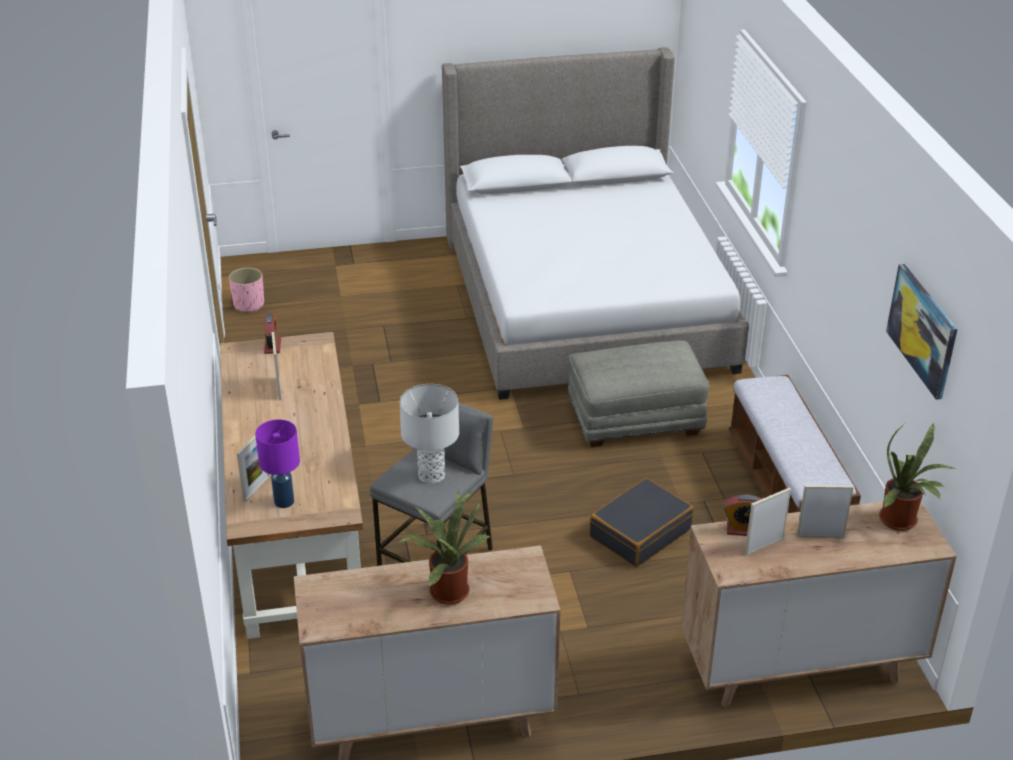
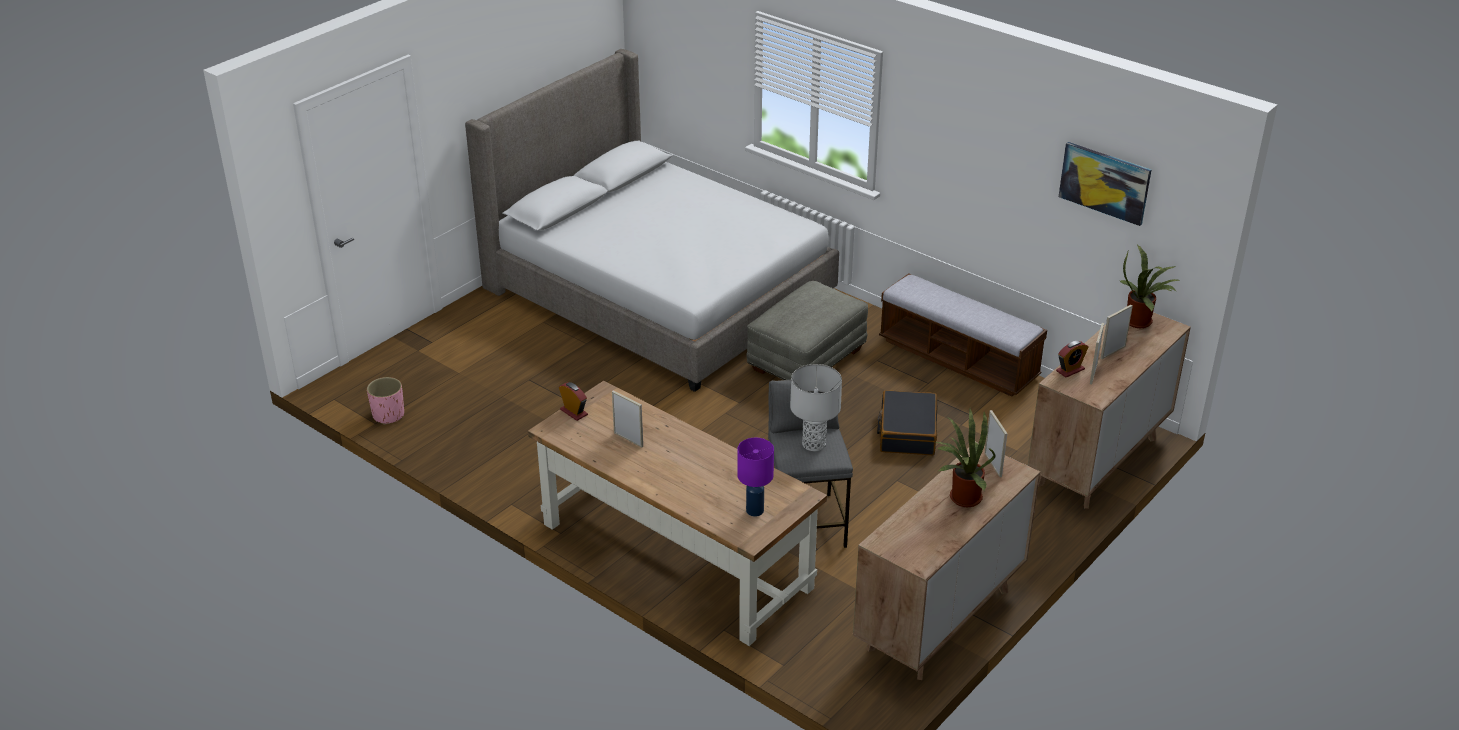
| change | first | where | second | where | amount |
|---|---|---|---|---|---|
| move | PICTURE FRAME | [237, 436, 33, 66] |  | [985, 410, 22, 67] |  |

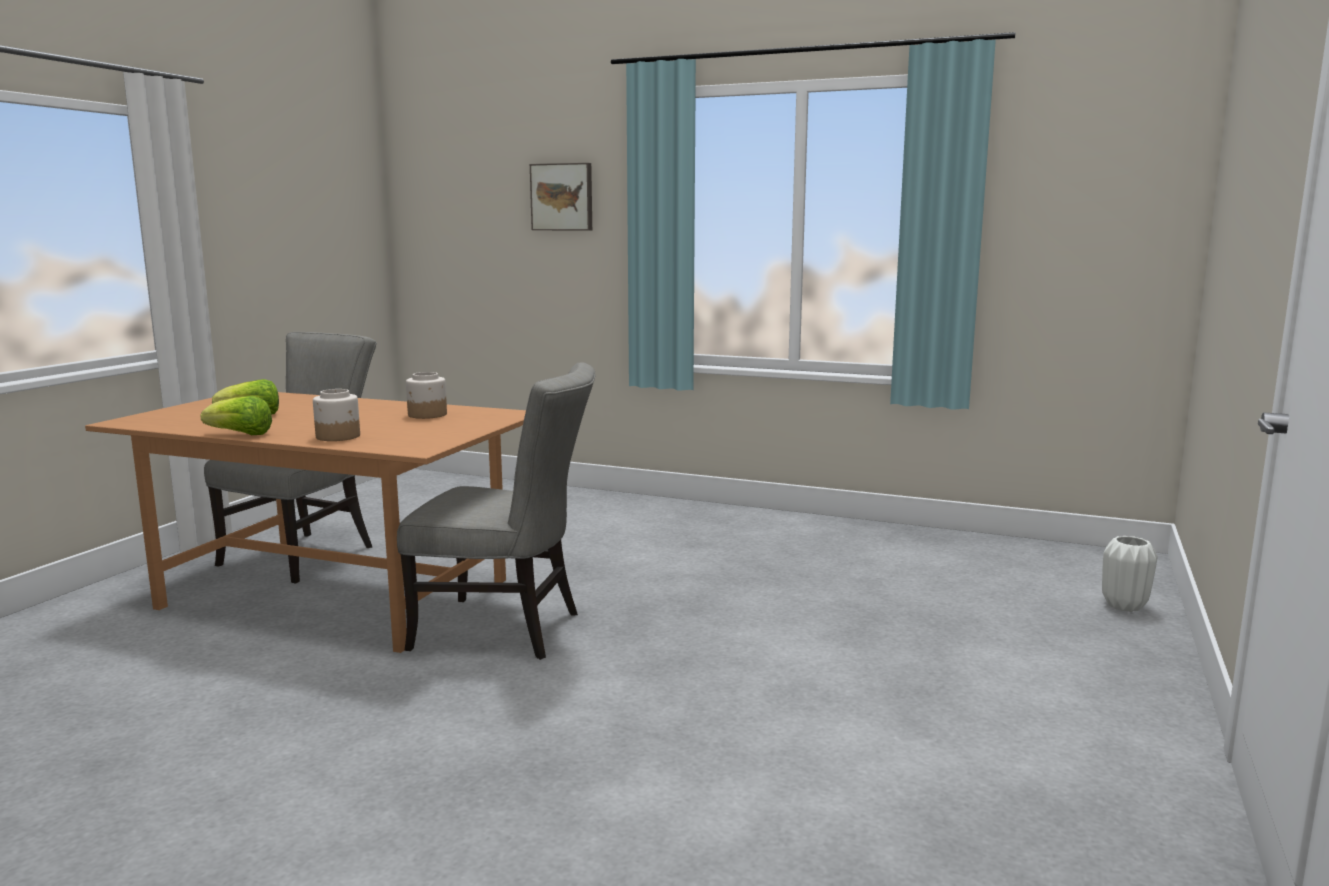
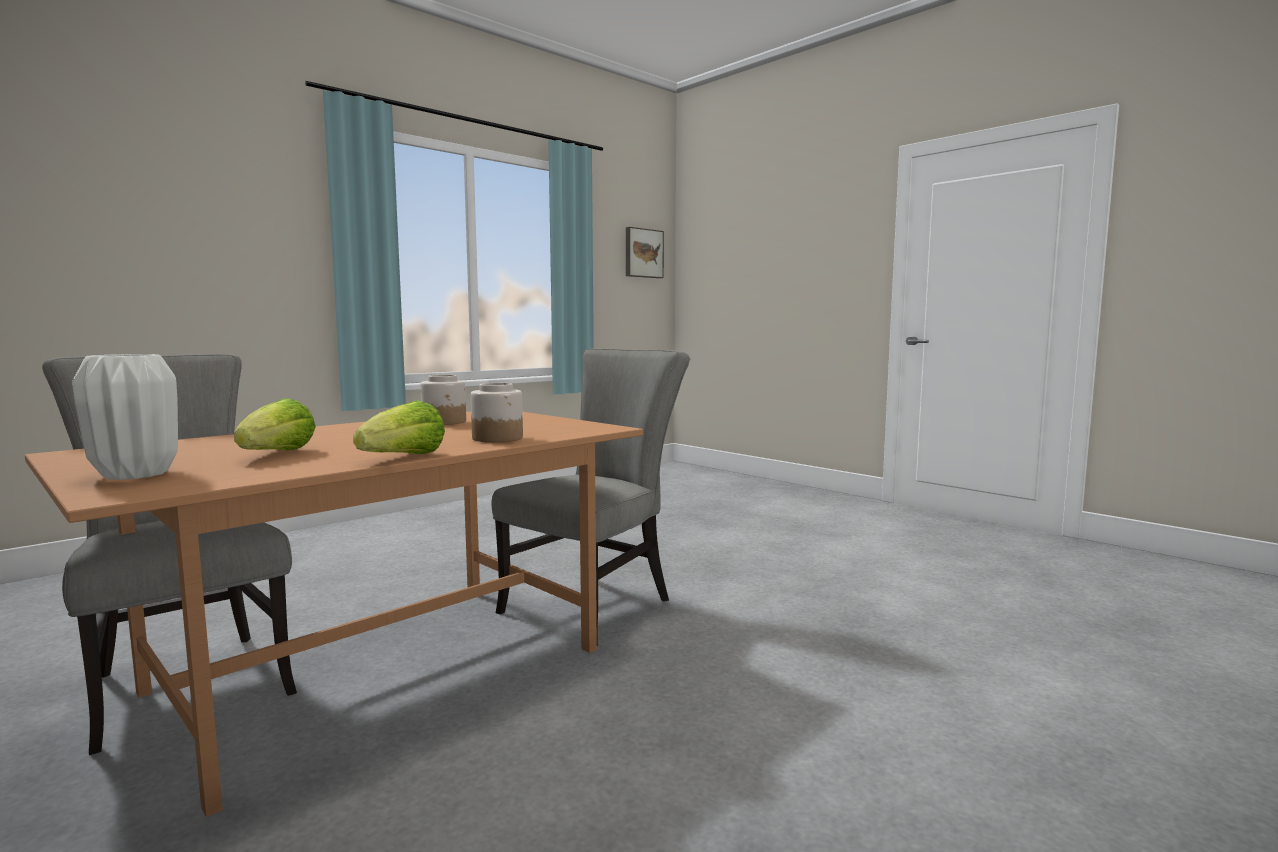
| change | first | where | second | where | amount |
|---|---|---|---|---|---|
| move | PICTURE | [530, 163, 62, 68] |  | [626, 227, 38, 51] |  |
| move | WHITE VASE | [1102, 536, 55, 76] |  | [72, 354, 106, 126] |  |

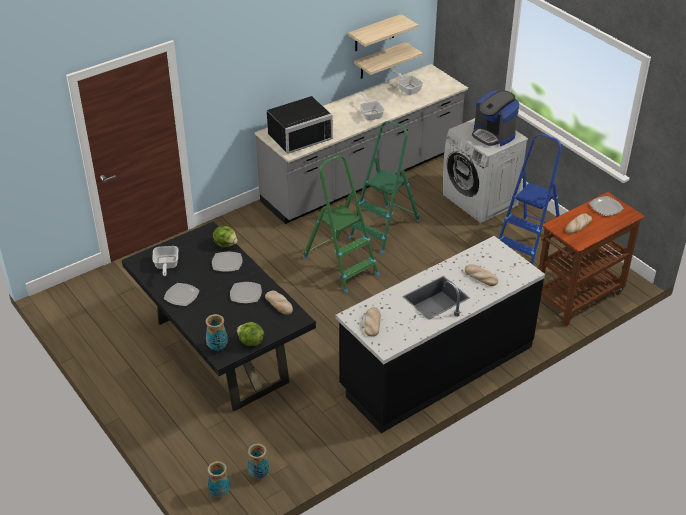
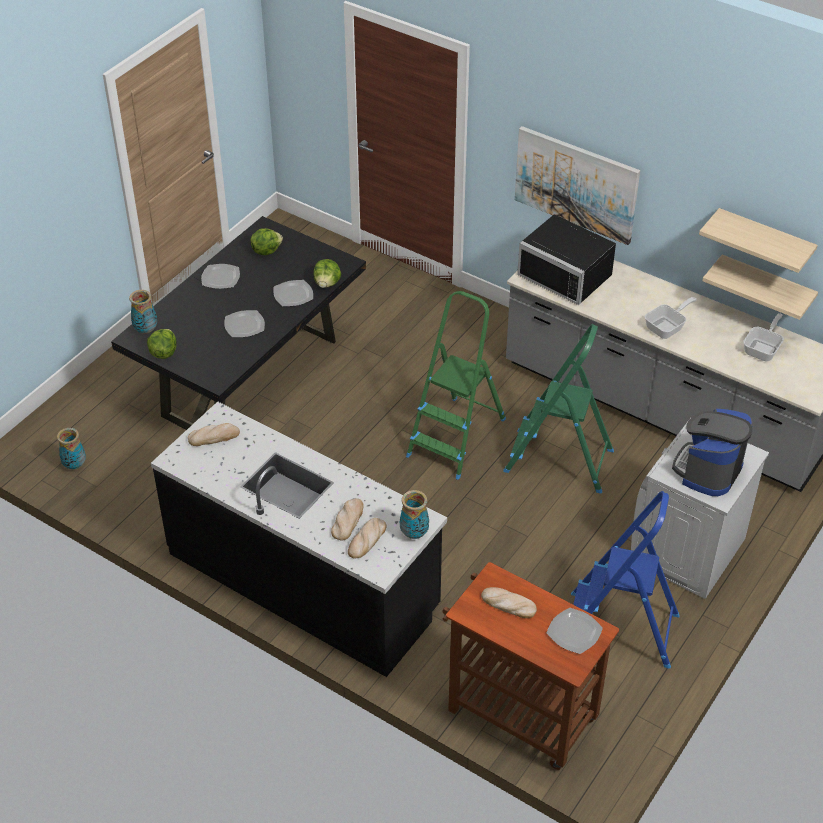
| change | first | where | second | where | amount |
|---|---|---|---|---|---|
| insert |  |  | PICTURE | [515, 126, 125, 119] |  |
| move | VASE | [208, 461, 22, 36] |  | [400, 490, 29, 49] |  |
| move | BREAD | [265, 291, 28, 24] |  | [348, 518, 38, 41] |  |
| replace | FRYING PAN | [152, 246, 26, 30] | LETTUCE | [251, 228, 32, 27] |  |

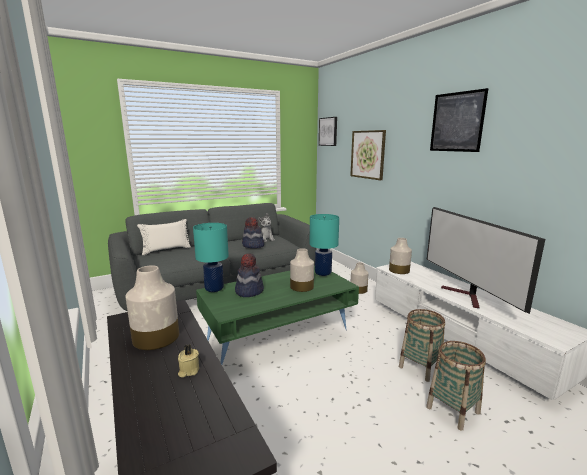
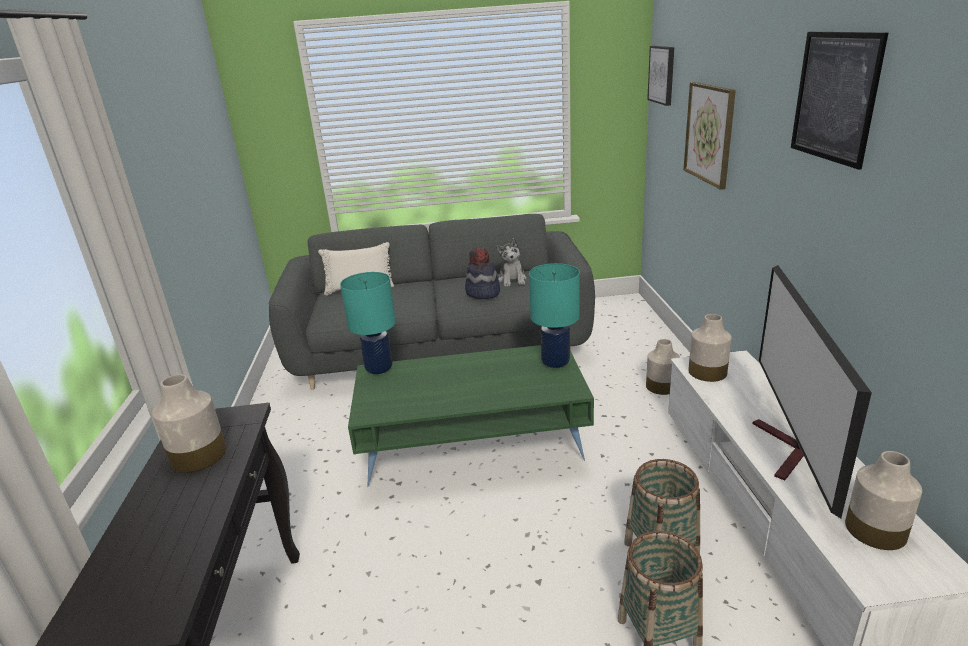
| change | first | where | second | where | amount |
|---|---|---|---|---|---|
| delete | BEIGE CANDLE | [178, 344, 21, 33] |  |  |  |
| delete | HAT | [235, 253, 29, 44] |  |  |  |
| move | BEIGE VASE | [290, 248, 24, 44] |  | [845, 451, 77, 99] |  |

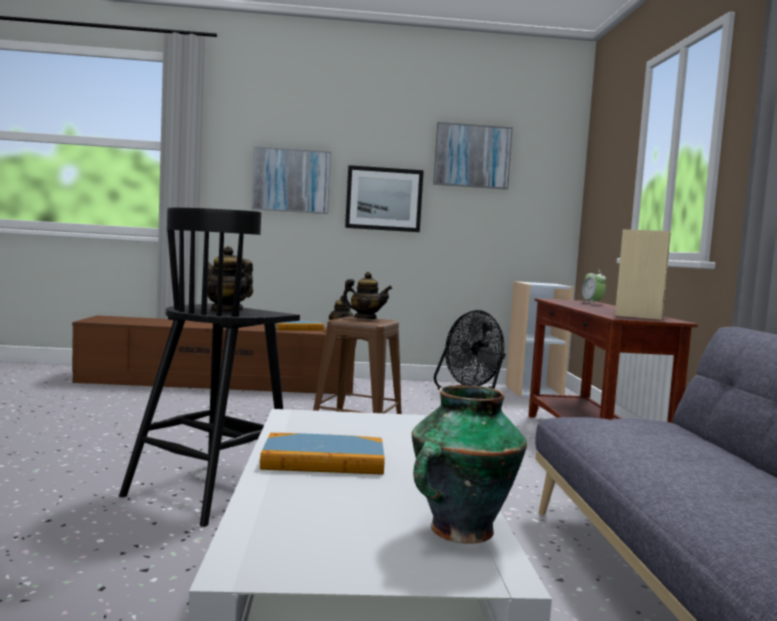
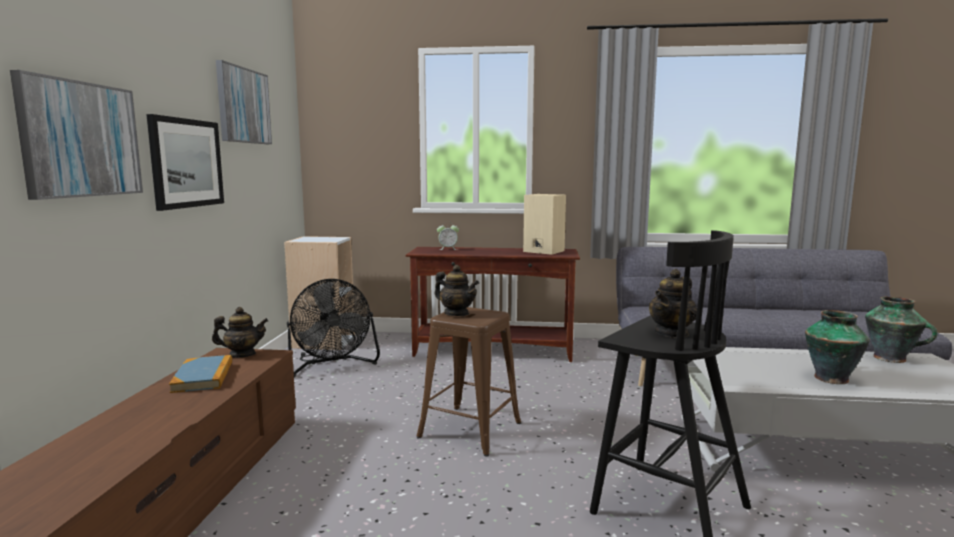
| change | first | where | second | where | amount |
|---|---|---|---|---|---|
| replace | BOOK | [260, 433, 125, 42] | VASE | [805, 310, 65, 74] |  |
| rotate | TEAPOT | [341, 272, 51, 47] |  | [435, 265, 44, 51] | 105 degrees clockwise |

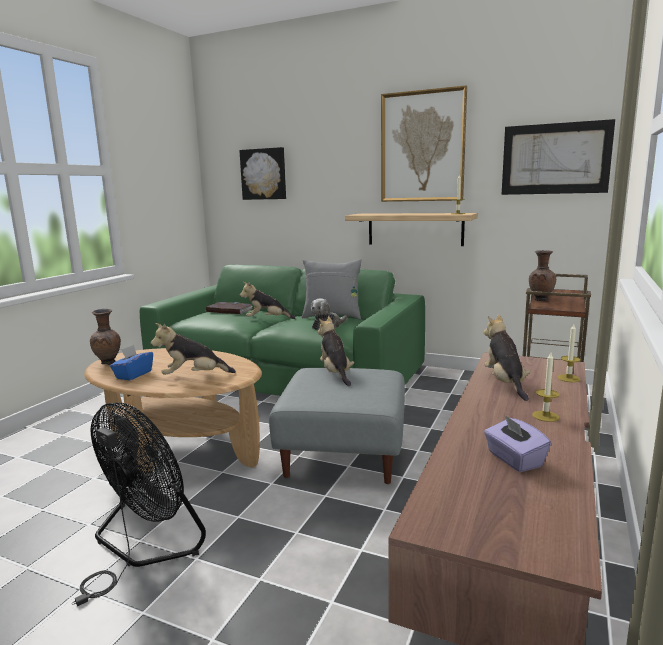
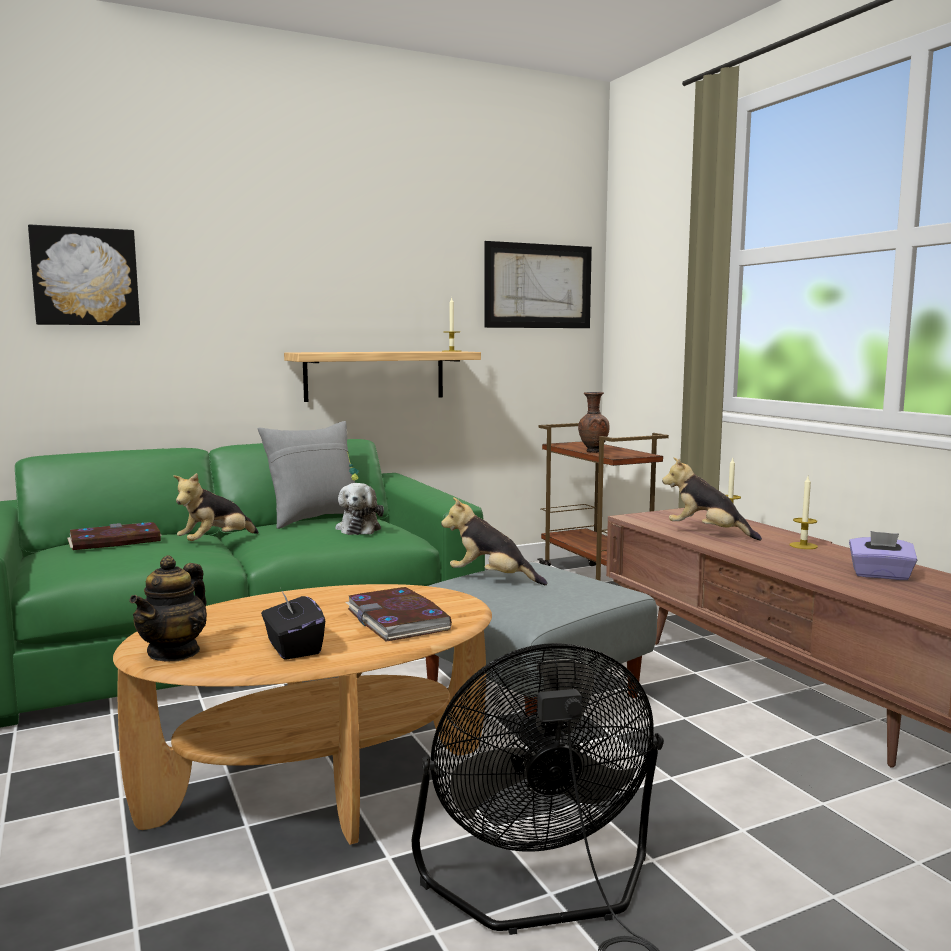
| change | first | where | second | where | amount |
|---|---|---|---|---|---|
| delete | PICTURE | [381, 85, 86, 117] |  |  |  |
| replace | BROWN VASE | [90, 309, 31, 56] | TEAPOT | [129, 555, 78, 107] |  |
| replace | PLUSH TOY | [151, 323, 85, 52] | BOOK | [345, 587, 107, 54] |  |
| recolor | BLUE TISSUE BOX | [110, 345, 43, 36] | BLACK TISSUE BOX | [261, 591, 64, 69] |  |

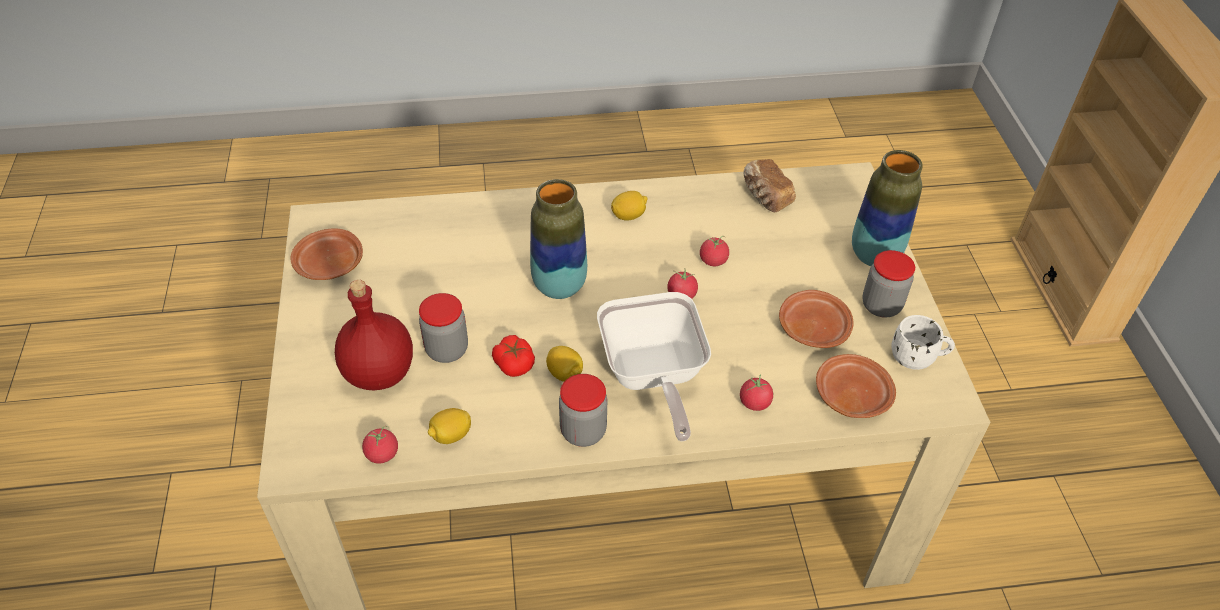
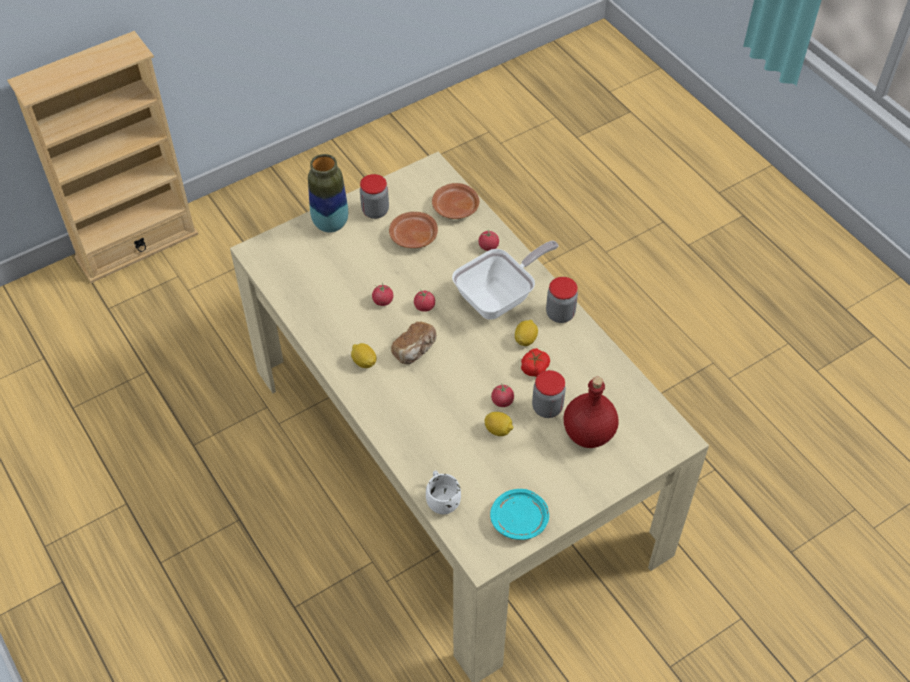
| change | first | where | second | where | amount |
|---|---|---|---|---|---|
| delete | VASE | [530, 179, 57, 120] |  |  |  |
| move | TOMATO | [362, 426, 36, 38] |  | [491, 383, 23, 24] |  |
| move | LEMON | [428, 408, 43, 36] |  | [485, 412, 28, 24] |  |
| move | BREAD | [743, 159, 53, 54] |  | [391, 321, 46, 43] |  |
| move | WHITE MUG | [891, 315, 64, 55] |  | [426, 471, 35, 43] |  |
| recolor | BROWN PLATE | [290, 228, 73, 52] | TURQUOISE PLATE | [490, 489, 59, 51] |  |

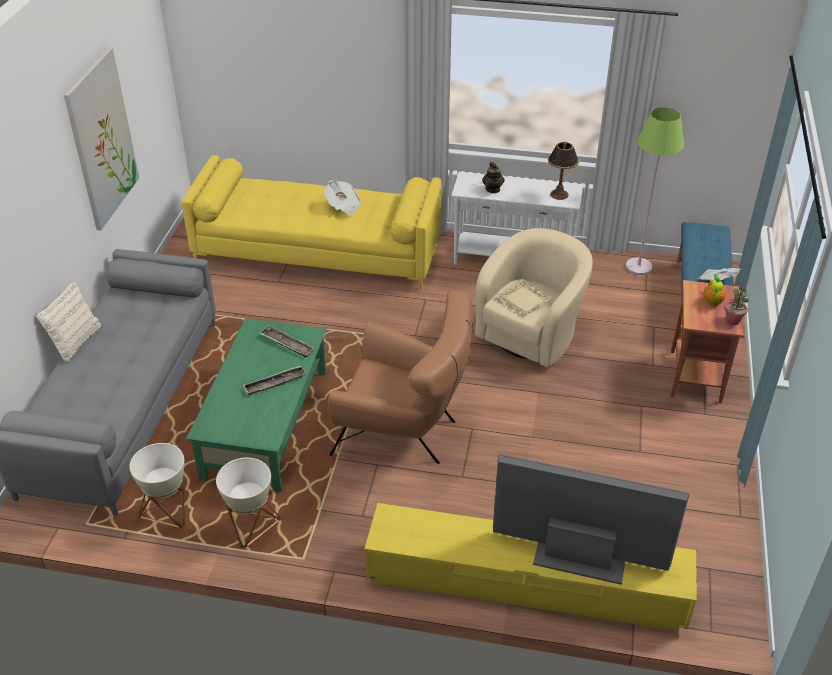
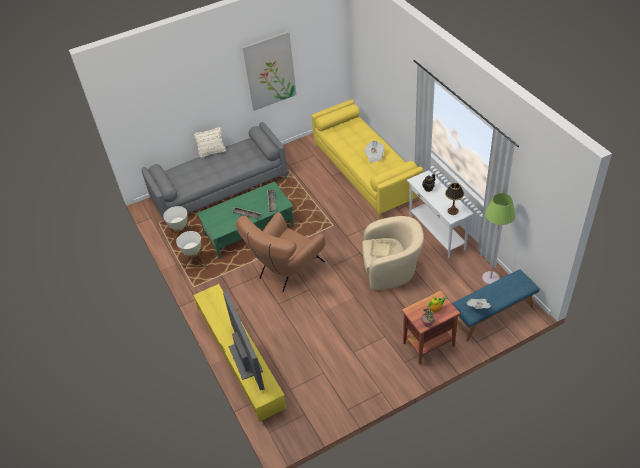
| change | first | where | second | where | amount |
|---|---|---|---|---|---|
| rotate | BROWN ARMCHAIR | [328, 290, 145, 174] |  | [236, 212, 89, 80] | 60 degrees clockwise |

